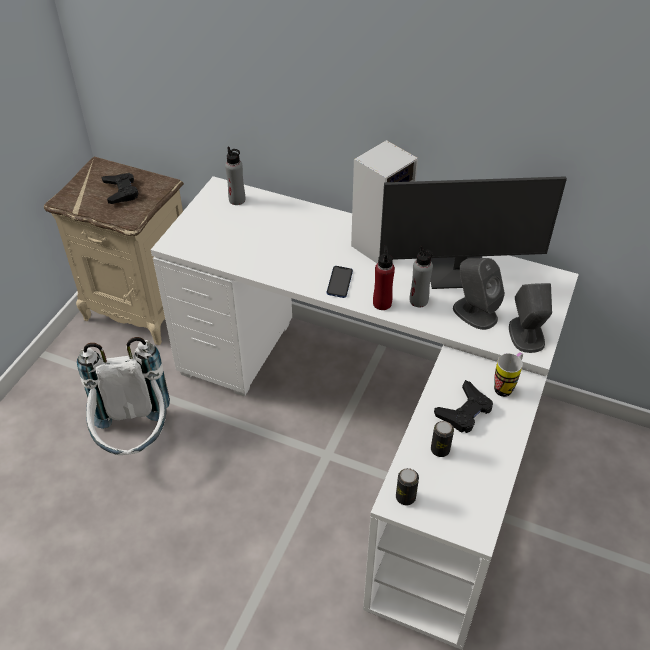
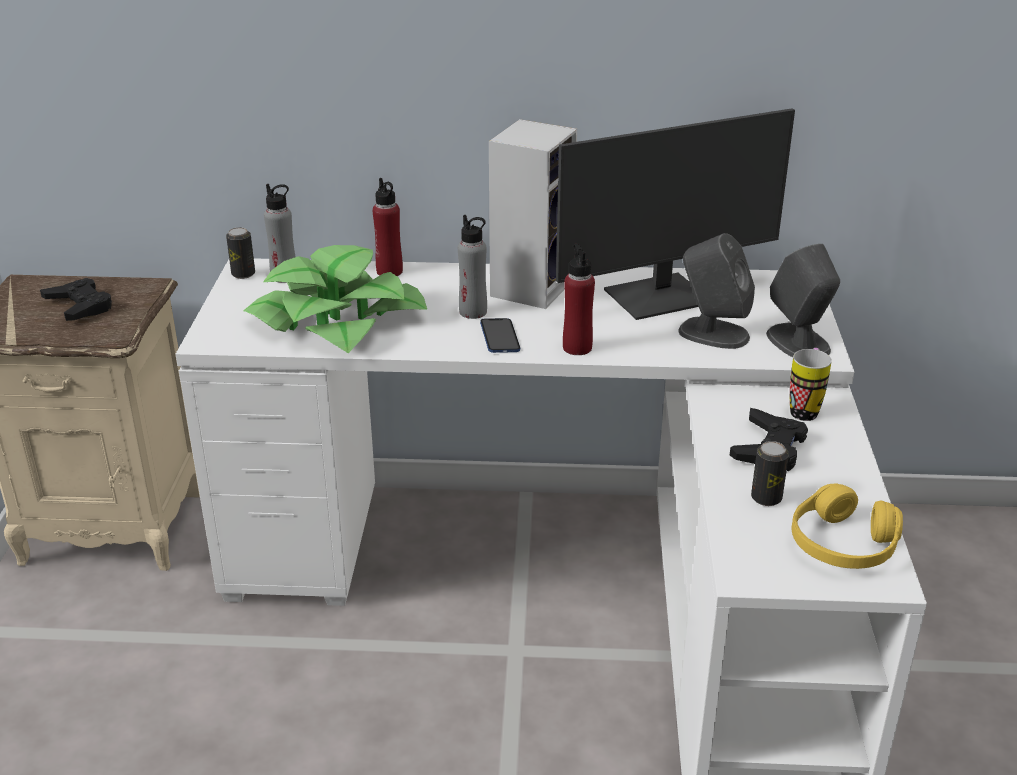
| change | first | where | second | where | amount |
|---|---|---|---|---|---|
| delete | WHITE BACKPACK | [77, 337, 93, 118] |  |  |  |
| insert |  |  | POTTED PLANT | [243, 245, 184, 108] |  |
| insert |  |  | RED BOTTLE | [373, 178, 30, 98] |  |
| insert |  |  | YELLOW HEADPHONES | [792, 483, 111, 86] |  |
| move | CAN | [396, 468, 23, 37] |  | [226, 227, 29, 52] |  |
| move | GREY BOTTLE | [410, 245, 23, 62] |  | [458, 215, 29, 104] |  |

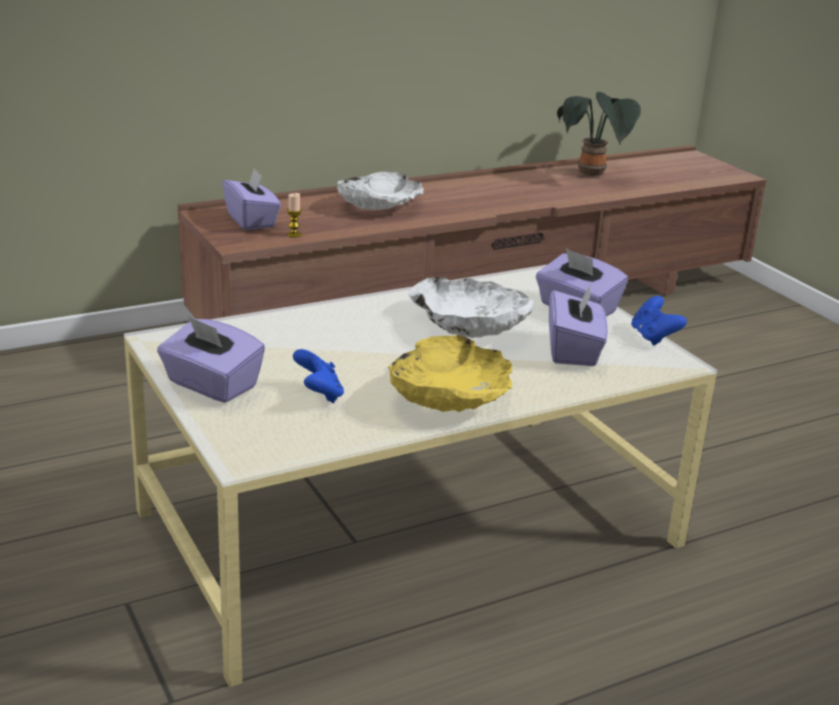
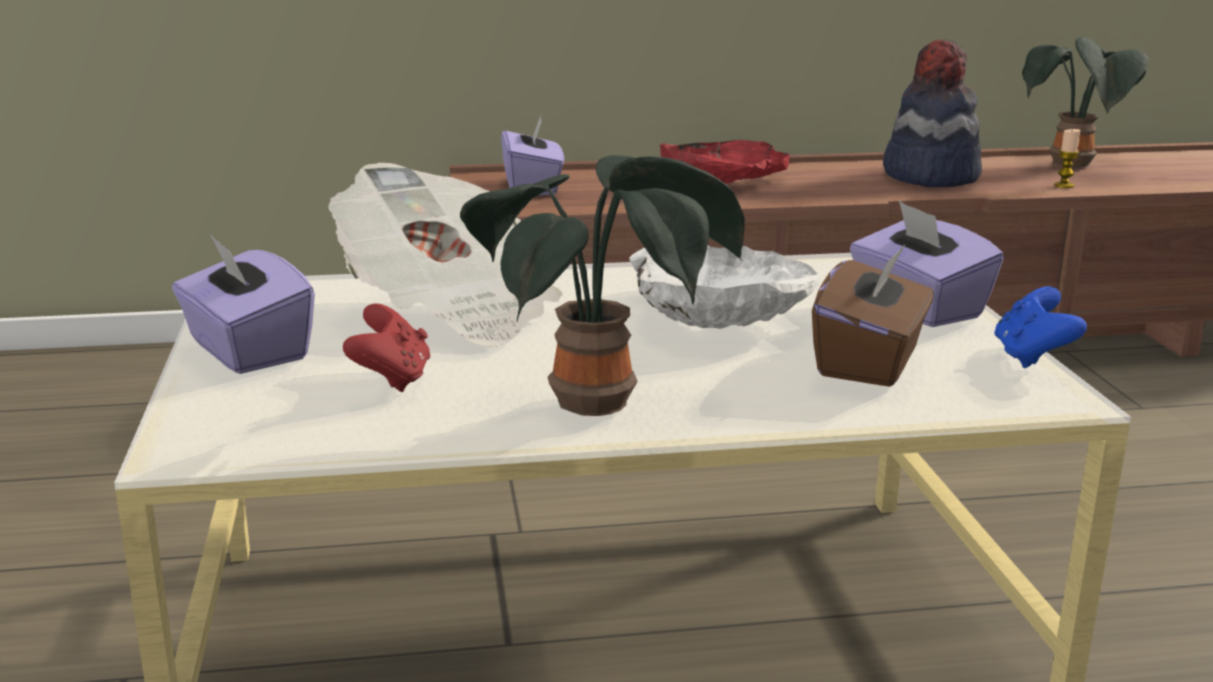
| change | first | where | second | where | amount |
|---|---|---|---|---|---|
| insert |  |  | NEWSPAPER | [328, 163, 235, 184] |  |
| insert |  |  | HAT | [883, 39, 99, 148] |  |
| move | CANDLE | [287, 193, 15, 44] |  | [1054, 129, 26, 59] |  |
| replace | YELLOW BOWL | [389, 335, 123, 77] | POTTED PLANT | [460, 155, 285, 261] |  |
| recolor | BLUE GAME CONTROLLER | [293, 349, 51, 54] | RED GAME CONTROLLER | [343, 304, 87, 88] |  |
| recolor | WHITE BOWL | [337, 172, 86, 38] | RED BOWL | [660, 140, 130, 44] |  |
| recolor | PURPLE TISSUE BOX | [549, 284, 59, 82] | BROWN TISSUE BOX | [812, 245, 122, 142] |  |

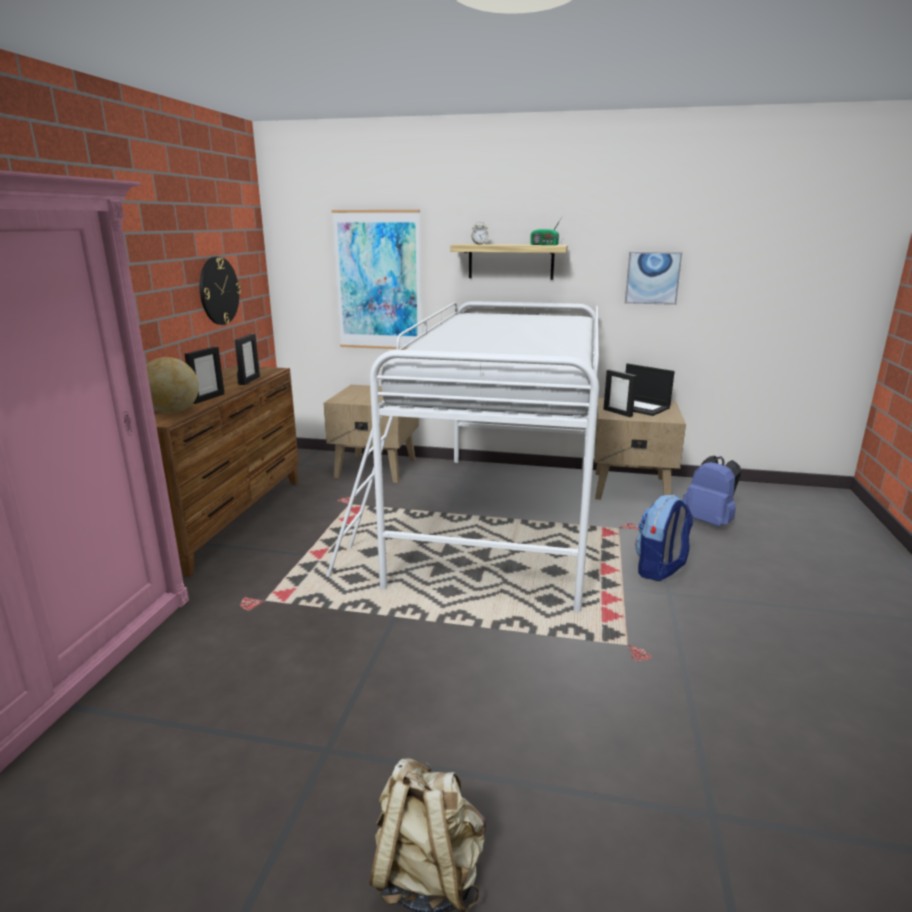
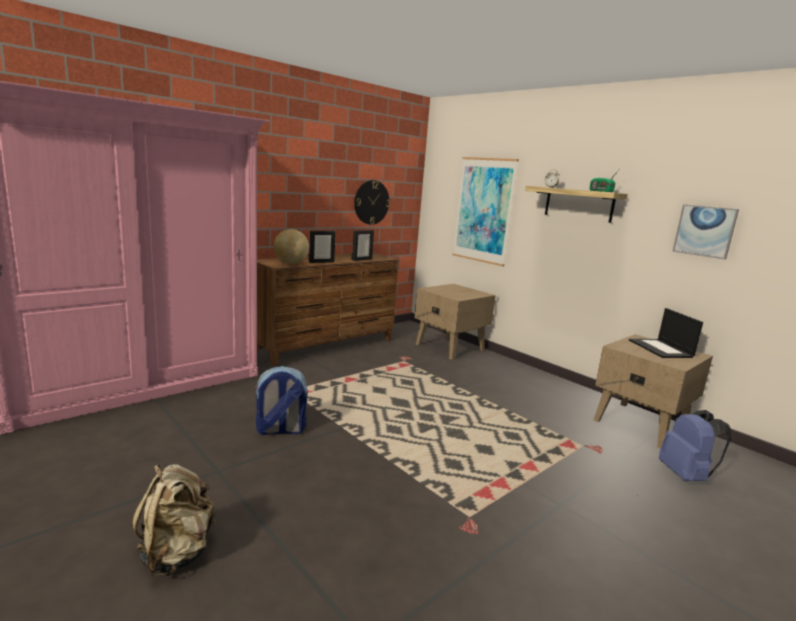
| change | first | where | second | where | amount |
|---|---|---|---|---|---|
| delete | WHITE BED | [326, 301, 273, 311] |  |  |  |
| delete | PICTURE FRAME | [603, 369, 34, 48] |  |  |  |
| move | BACKPACK | [635, 495, 58, 86] |  | [254, 366, 53, 69] |  |

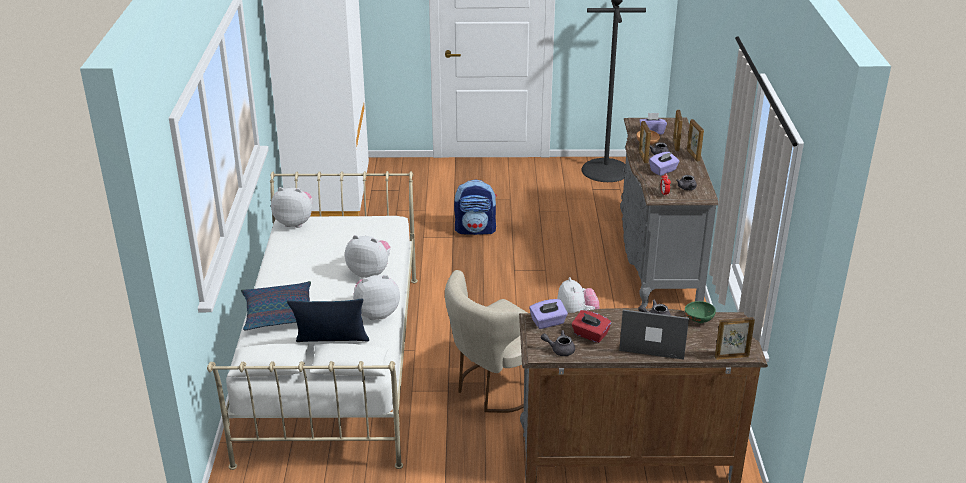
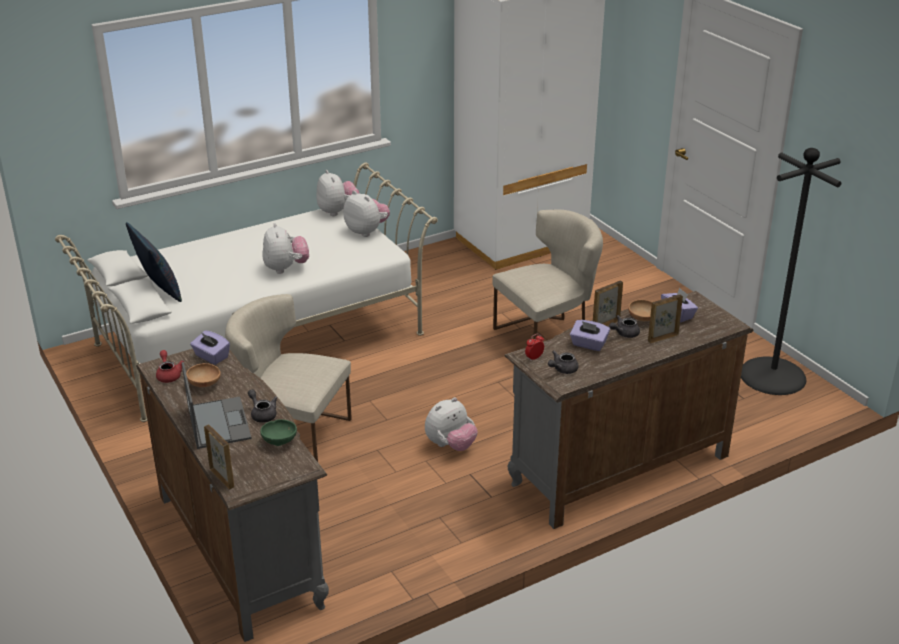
| change | first | where | second | where | amount |
|---|---|---|---|---|---|
| delete | BLUE PILLOW | [241, 281, 70, 50] |  |  |  |
| delete | PICTURE FRAME | [687, 119, 17, 43] |  |  |  |
| move | PLUSH TOY | [353, 275, 47, 45] |  | [343, 191, 47, 46] |  |
| replace | BACKPACK | [454, 180, 43, 55] | BEIGE CHAIR | [492, 210, 111, 129] |  |
| replace | RED TISSUE BOX | [572, 310, 39, 33] | BROWN BOWL | [186, 363, 35, 24] |  |
| recolor | GREY TEAPOT | [541, 330, 34, 26] | RED TEAPOT | [156, 350, 28, 33] |  |

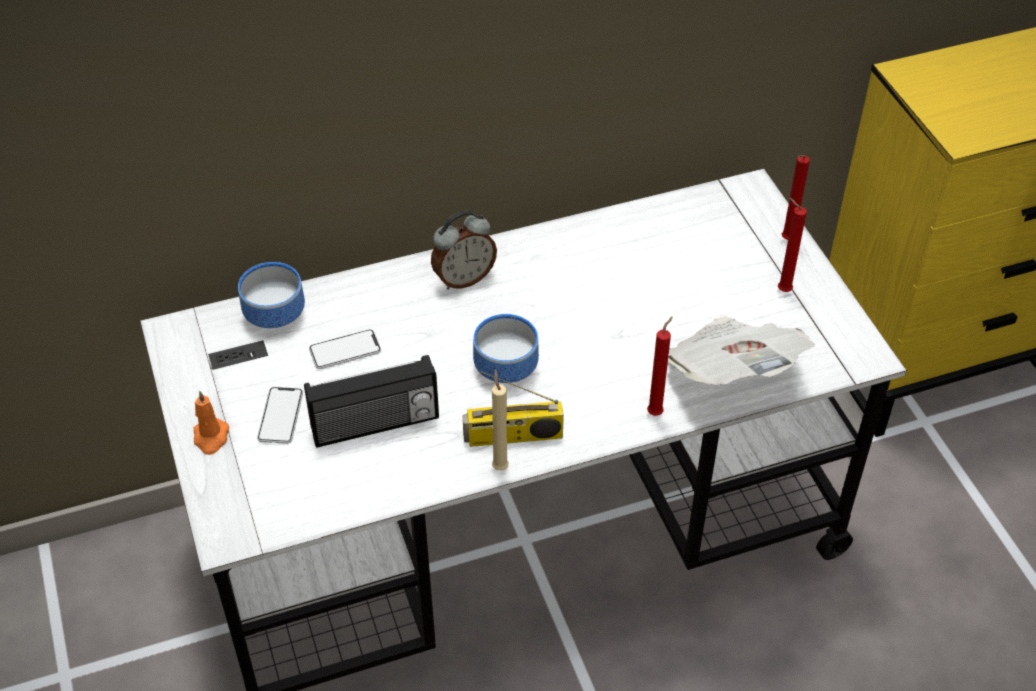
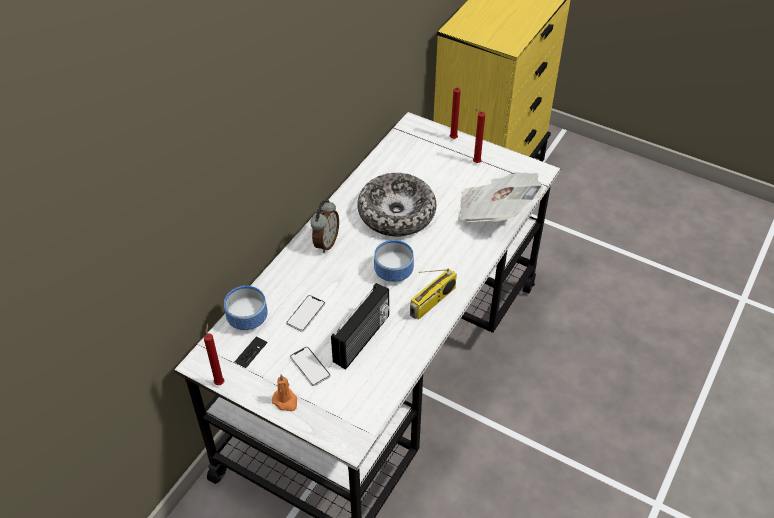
| change | first | where | second | where | amount |
|---|---|---|---|---|---|
| delete | BEIGE CANDLE | [492, 369, 17, 102] |  |  |  |
| insert |  |  | BOWL | [357, 173, 79, 64] |  |
| move | RED CANDLE | [647, 316, 26, 100] |  | [204, 324, 20, 61] |  |

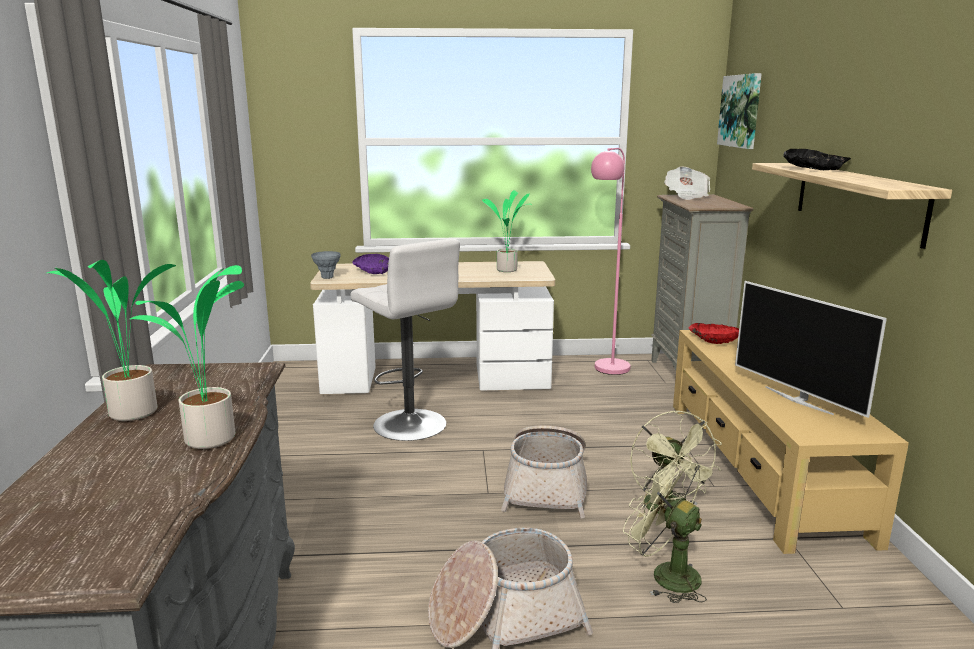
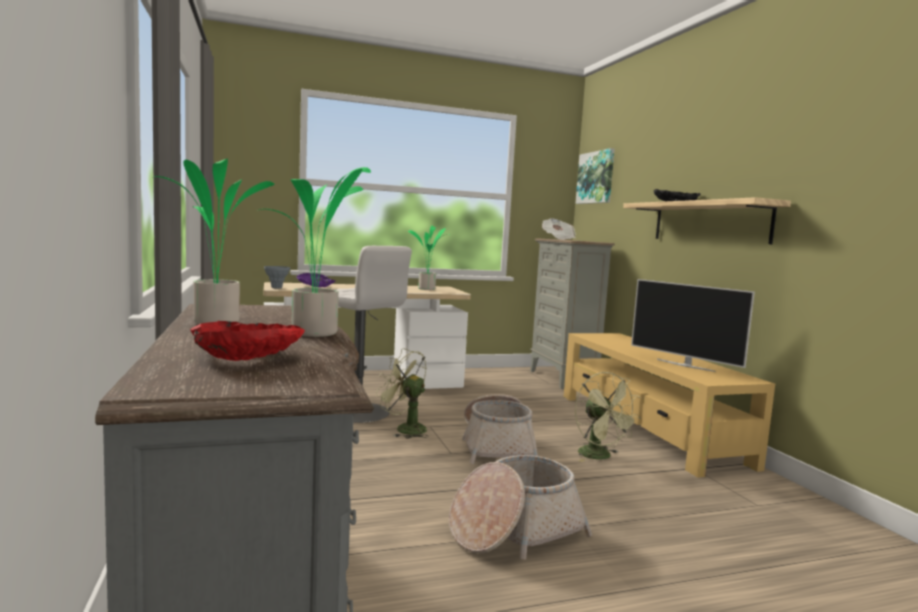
| change | first | where | second | where | amount |
|---|---|---|---|---|---|
| delete | PINK FLOOR LAMP | [591, 148, 40, 227] |  |  |  |
| move | GREEN FAN | [623, 455, 84, 148] |  | [376, 349, 53, 90] |  |
| move | RED BOWL | [689, 323, 50, 21] |  | [190, 321, 115, 40] |  |

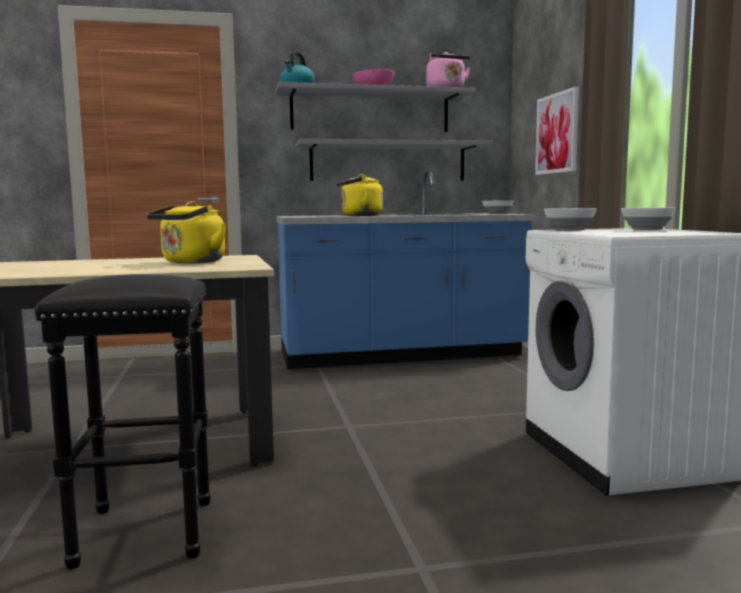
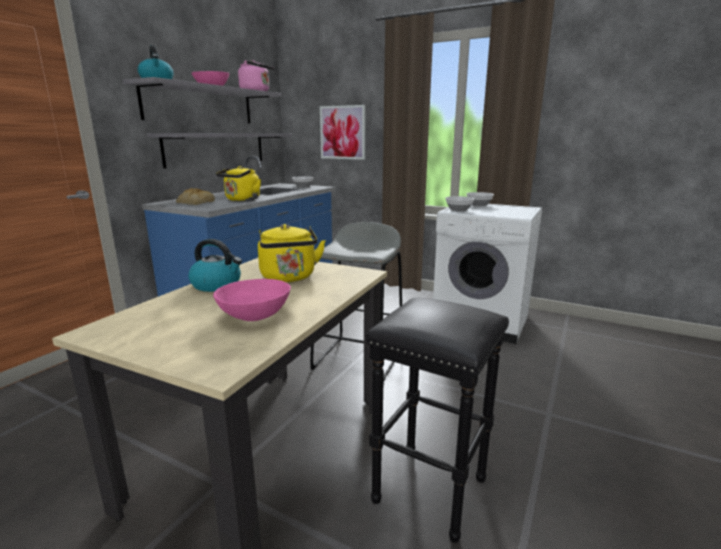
| change | first | where | second | where | amount |
|---|---|---|---|---|---|
| insert |  |  | BREAD | [176, 188, 39, 17] |  |
| insert |  |  | KETTLE | [188, 239, 54, 53] |  |
| insert |  |  | PINK BOWL | [213, 279, 78, 42] |  |
| insert |  |  | GREY STOOL | [310, 222, 92, 160] |  |

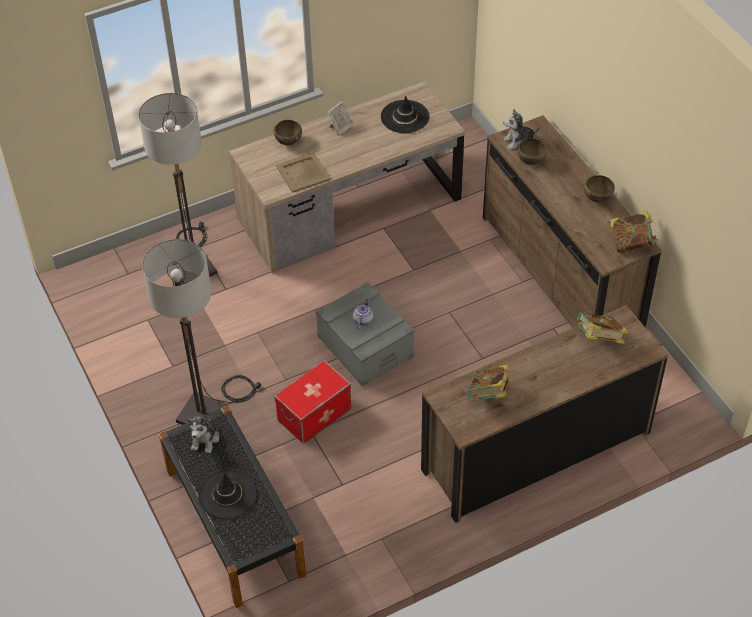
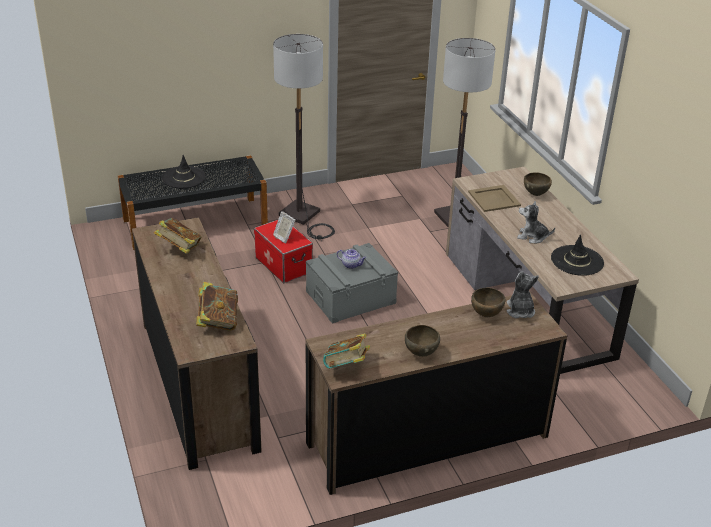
| change | first | where | second | where | amount |
|---|---|---|---|---|---|
| move | PLUSH TOY | [186, 411, 33, 42] |  | [517, 201, 38, 42] |  |
| move | PICTURE FRAME | [327, 102, 26, 34] |  | [273, 211, 22, 33] |  |

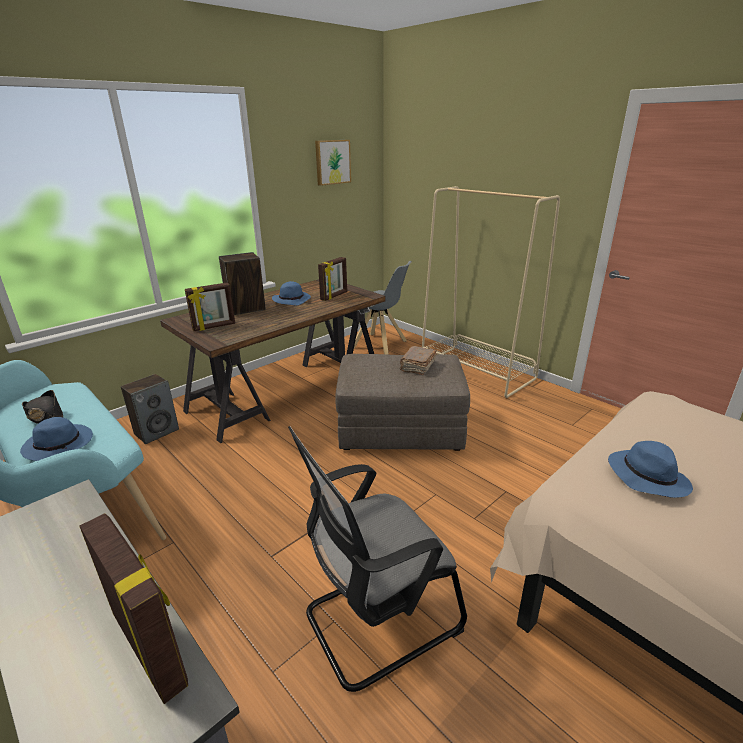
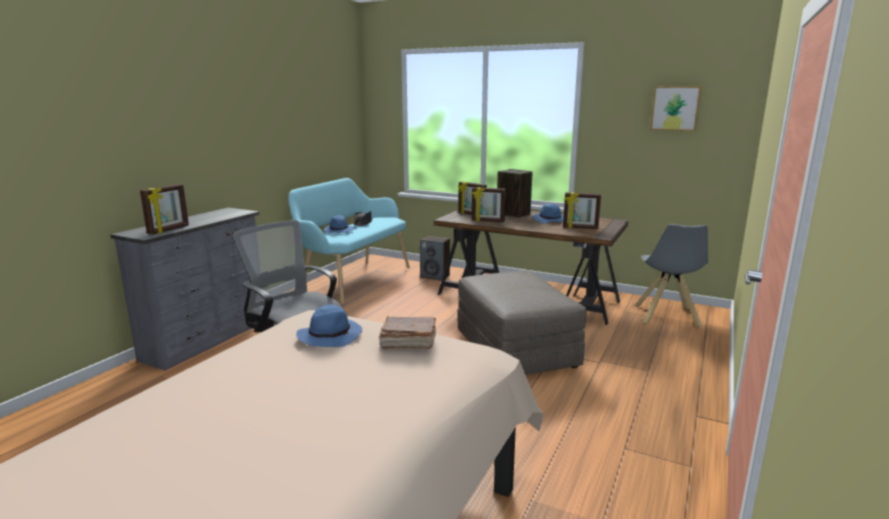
| change | first | where | second | where | amount |
|---|---|---|---|---|---|
| delete | BEIGE CLOTHES RACK | [422, 186, 138, 212] |  |  |  |
| insert |  |  | PICTURE FRAME | [472, 187, 34, 35] |  |
| move | BROWN BOOK | [400, 346, 37, 29] |  | [379, 317, 57, 32] |  |

